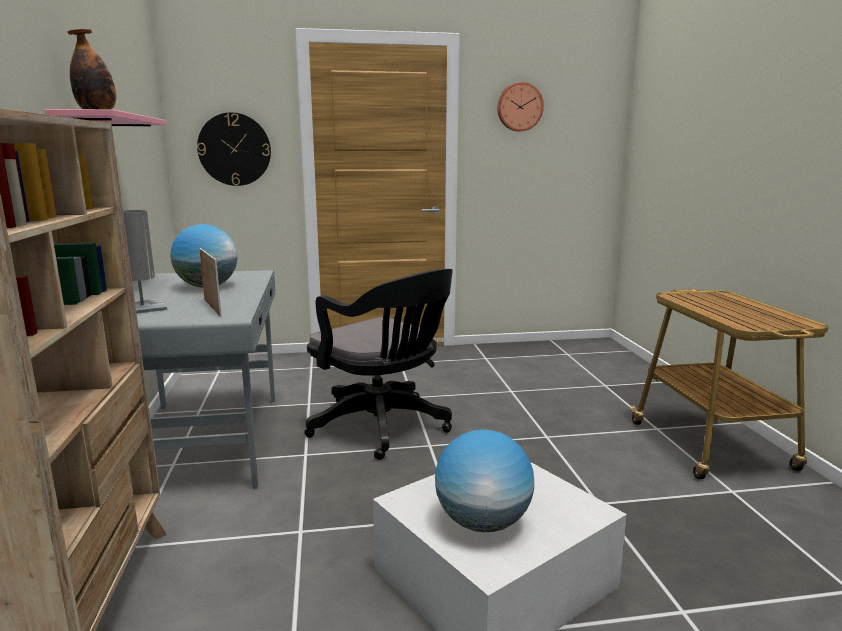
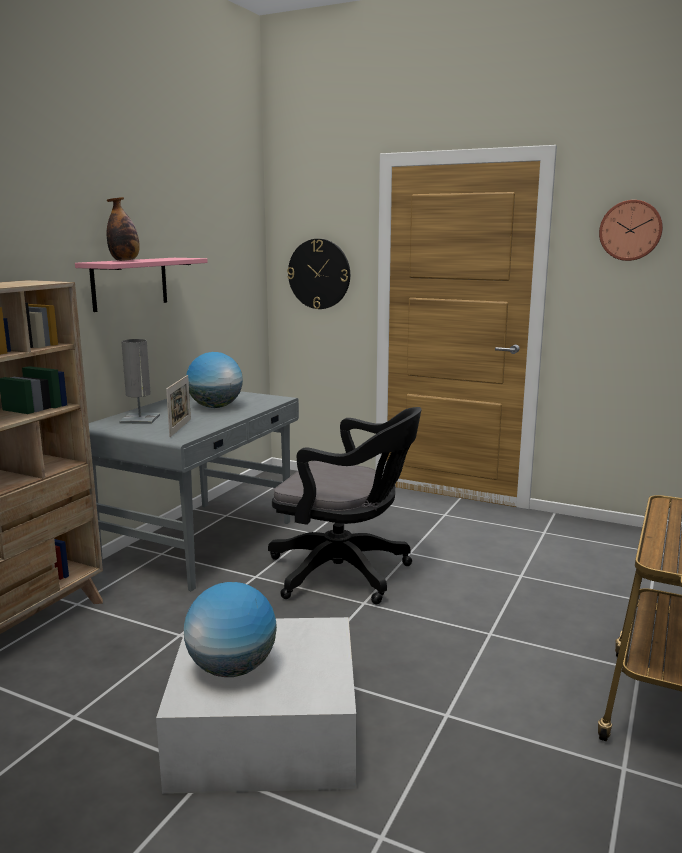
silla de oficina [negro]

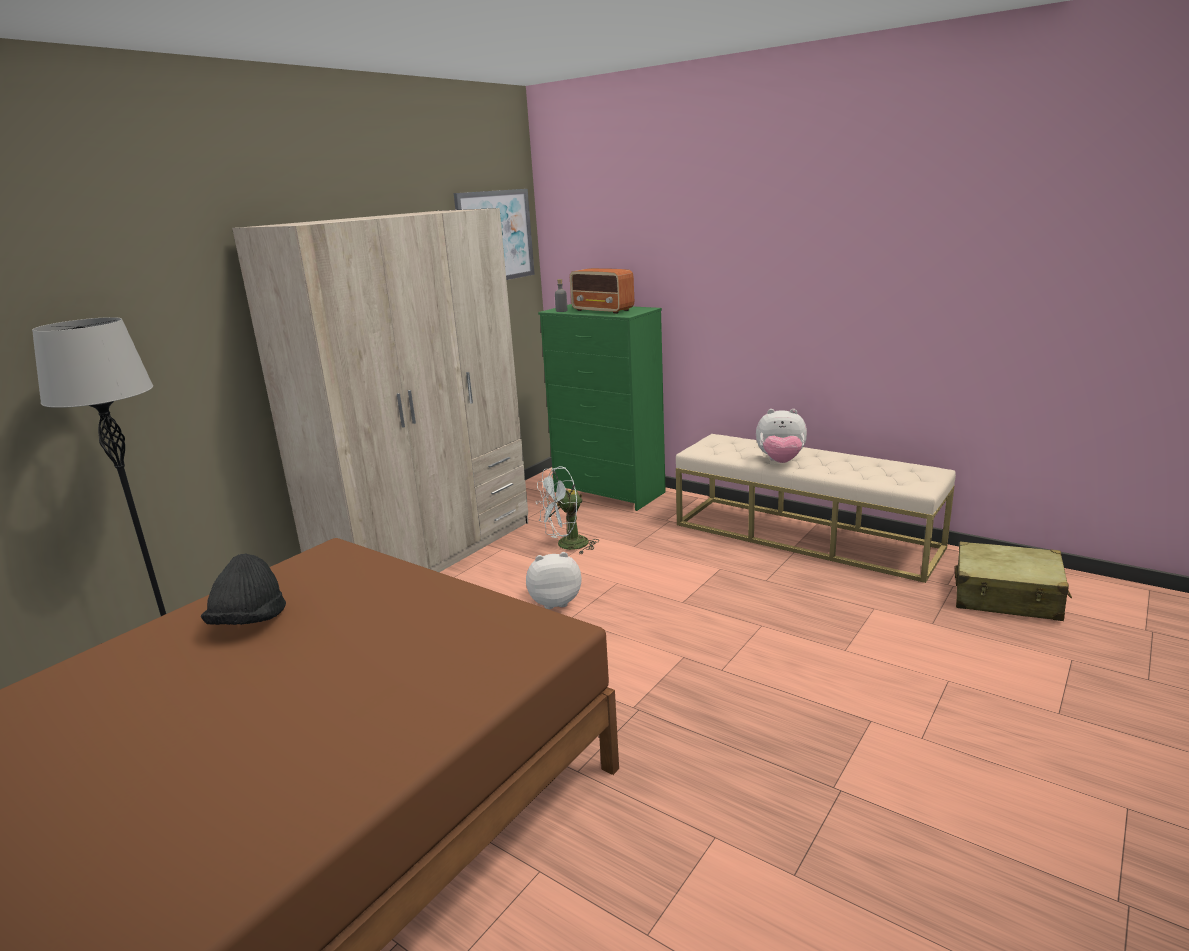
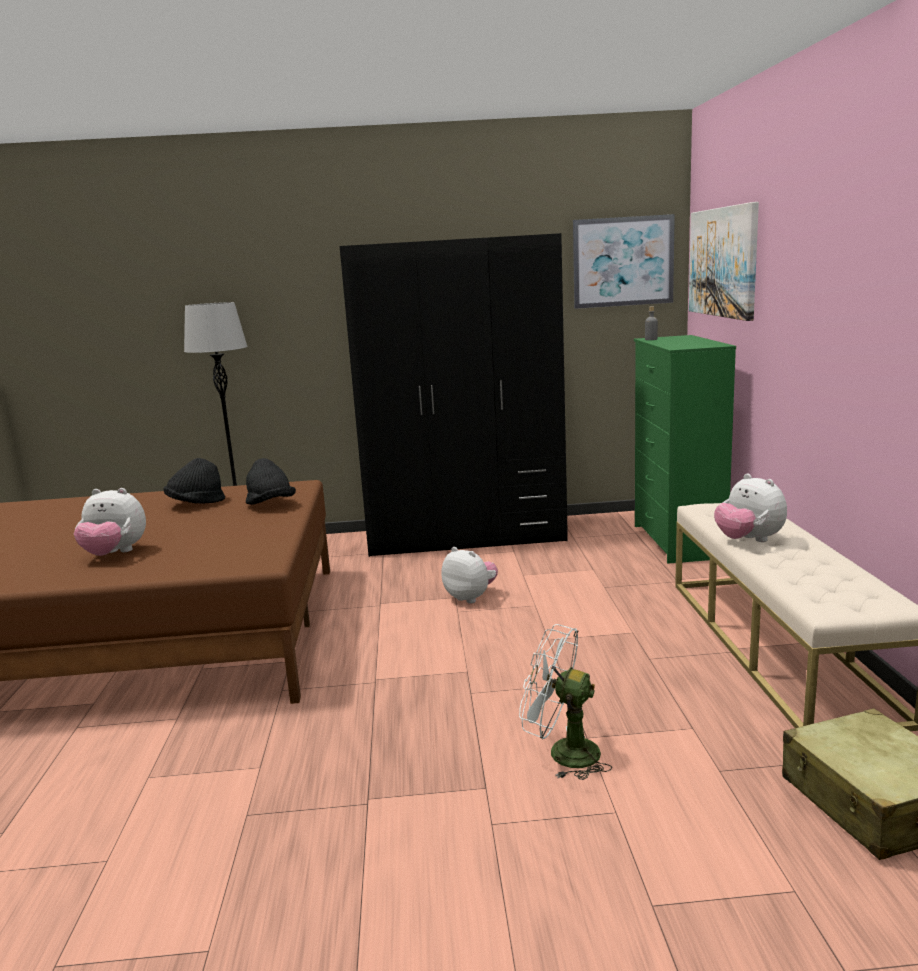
armario ropero [negro]; radio; ventilador [blanco]; cuadro (2nd from left); sombrero [negro] (2nd from left); peluche (1st from left)

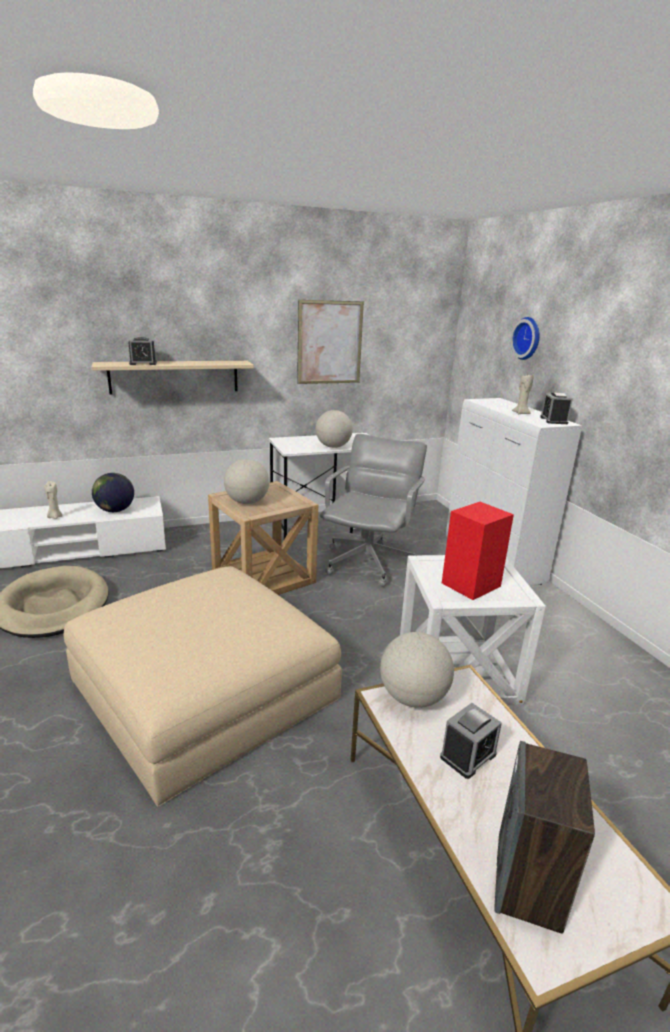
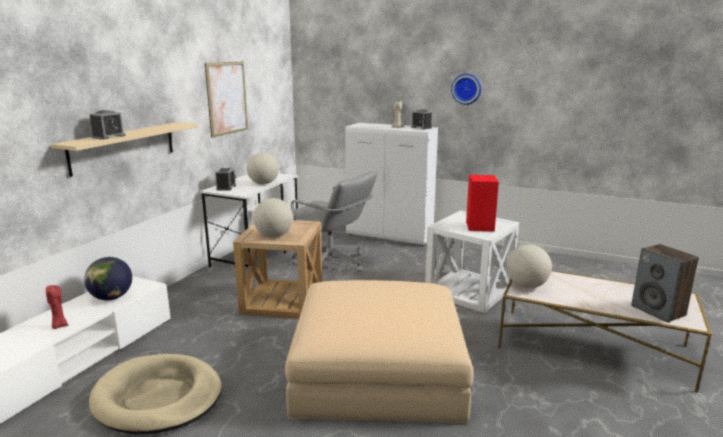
reloj de pared; silla de oficina [gris]; vela [rojo]; despertador (2nd from left)

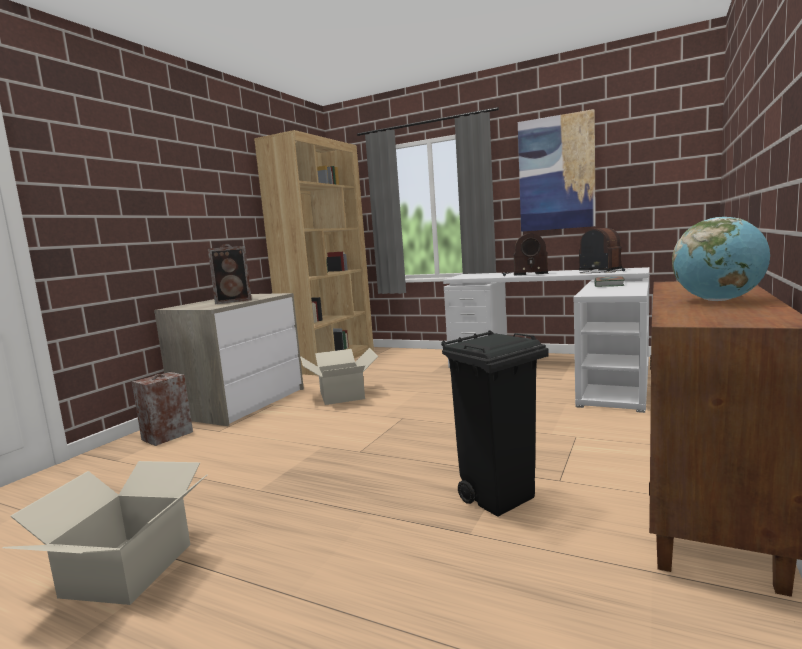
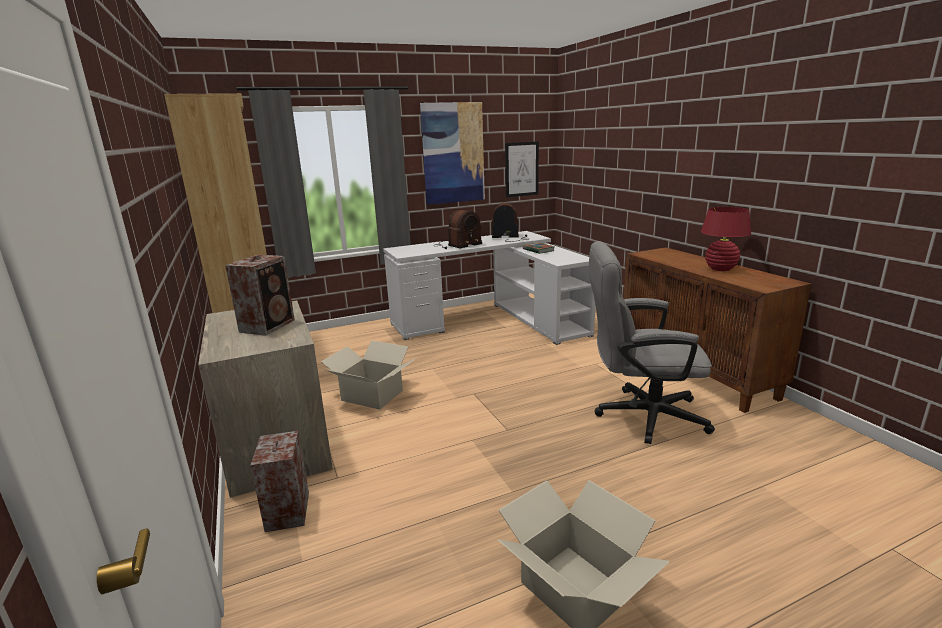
lámpara de mesa [rojo]; silla de oficina [gris]; cuadro (2nd from left)

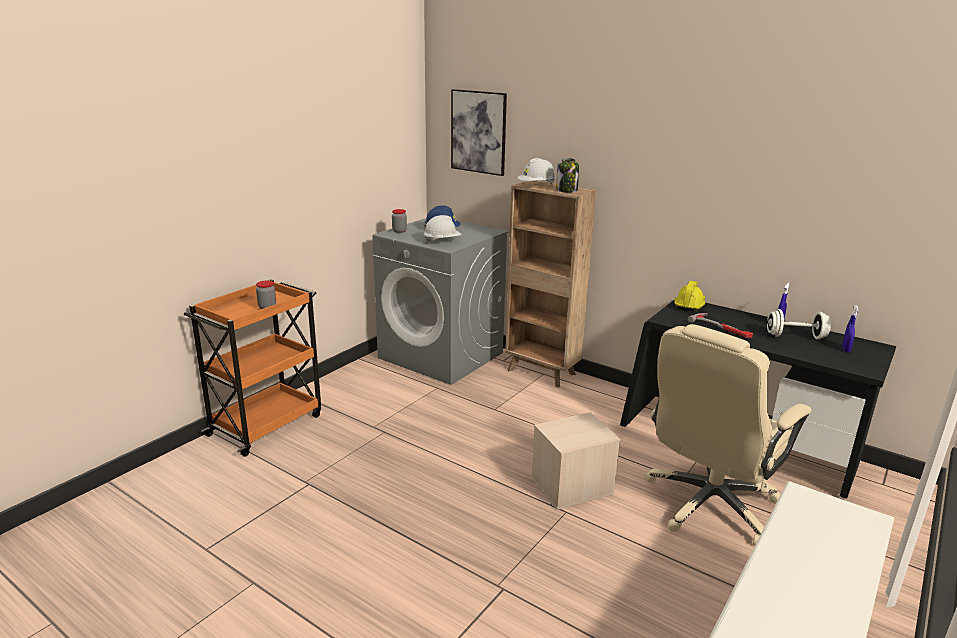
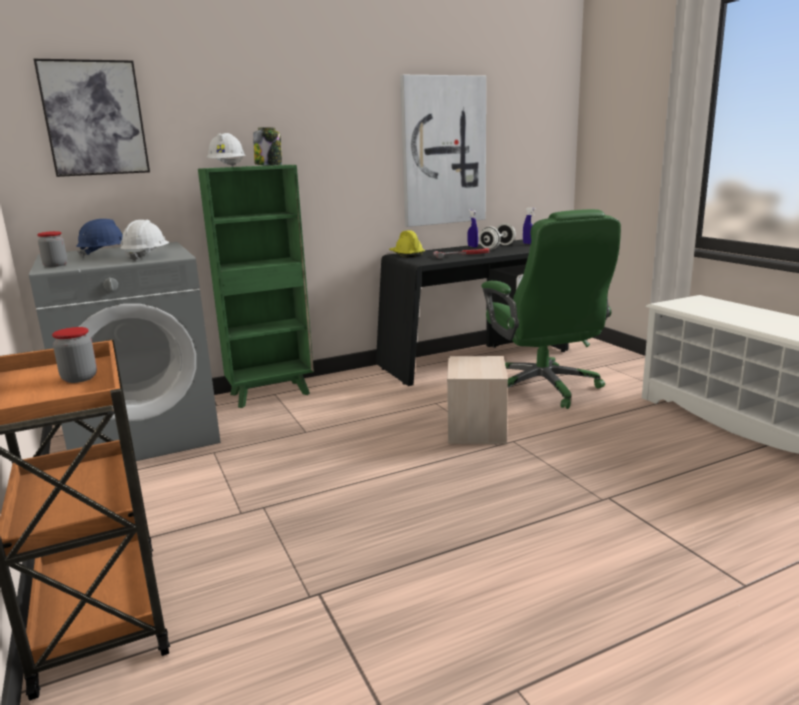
estantería [verde]; silla de oficina [verde]; cuadro (2nd from left)

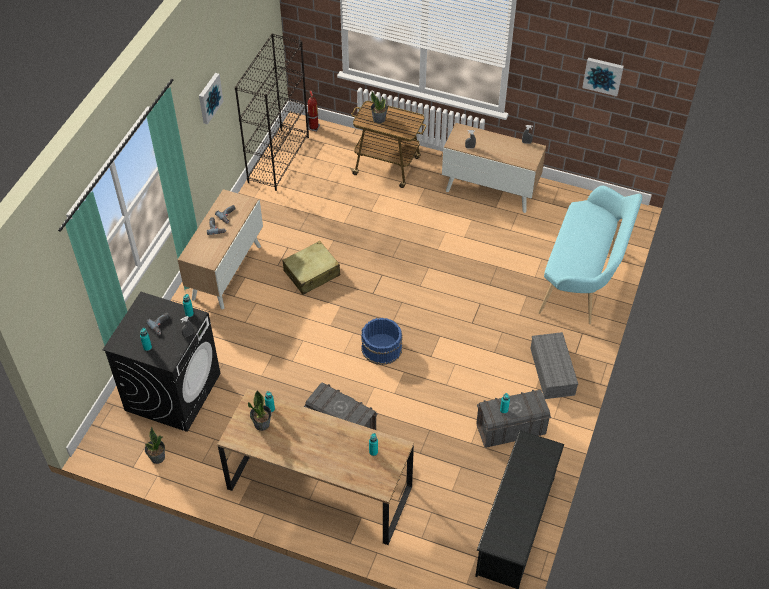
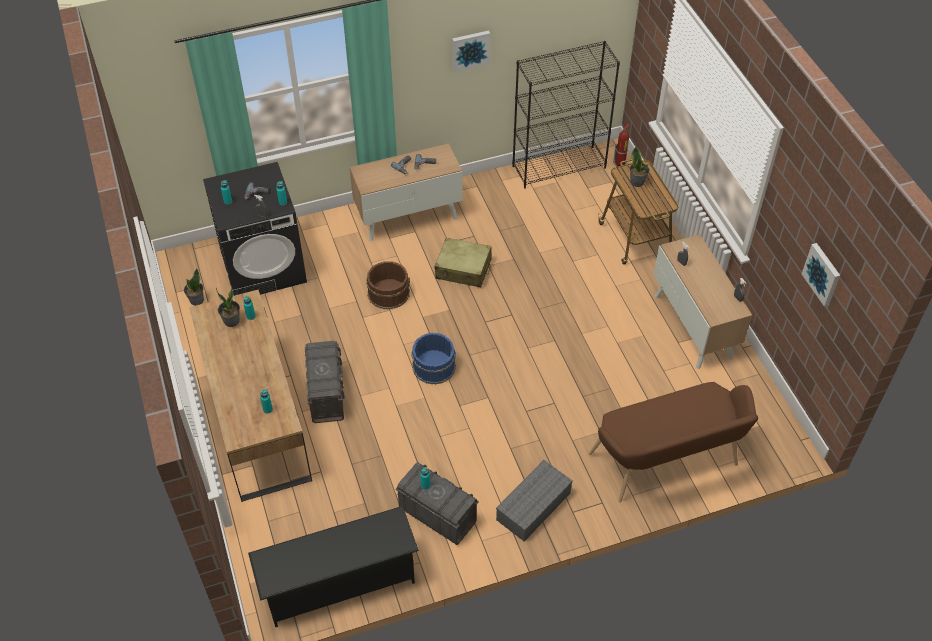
banco [marrón]; cubo [marrón]

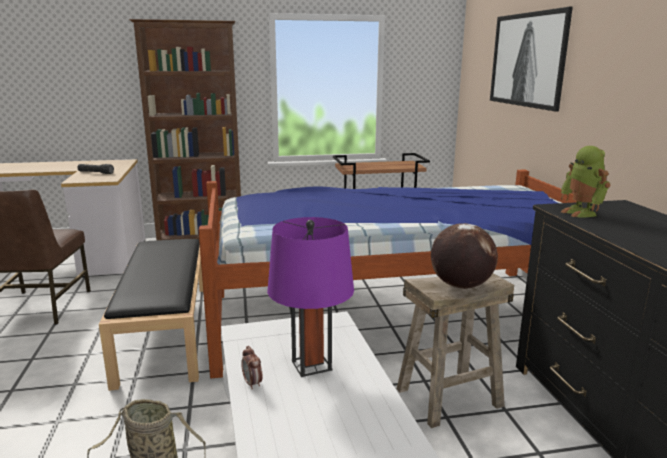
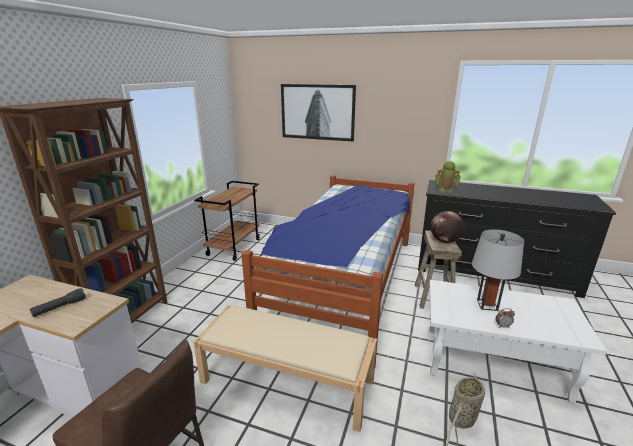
lámpara de mesa [gris]; banco [beis]

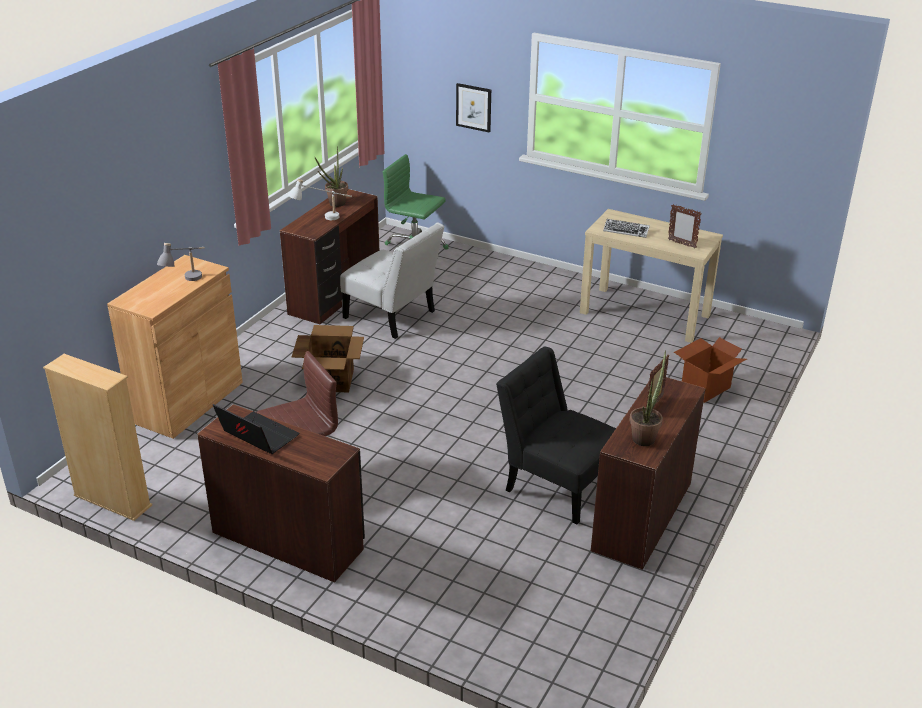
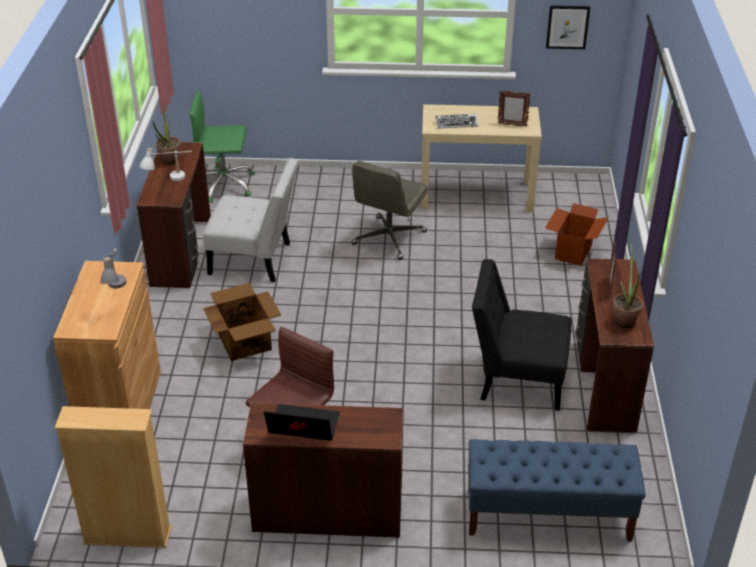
cuadro; silla de oficina [gris]; banco [azul]

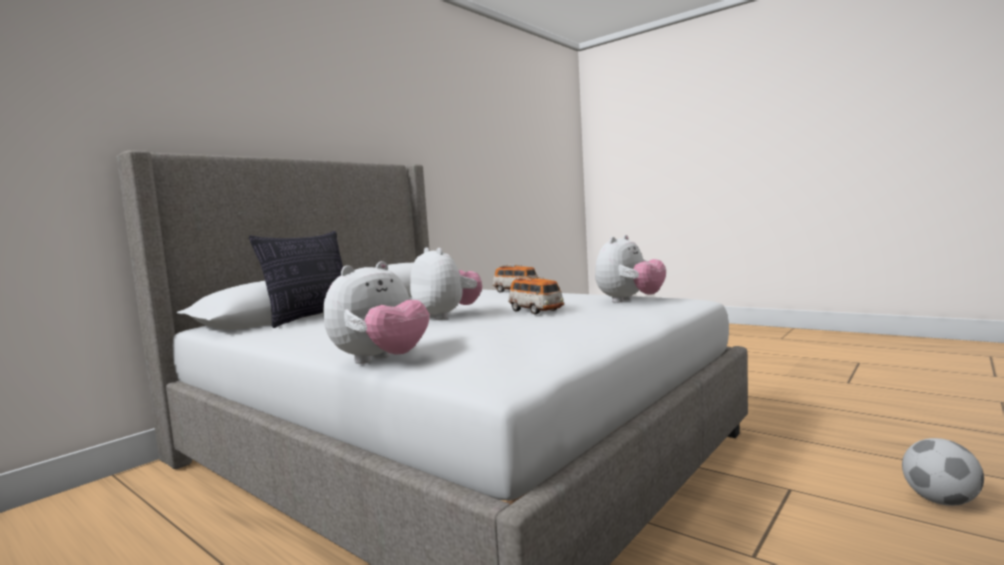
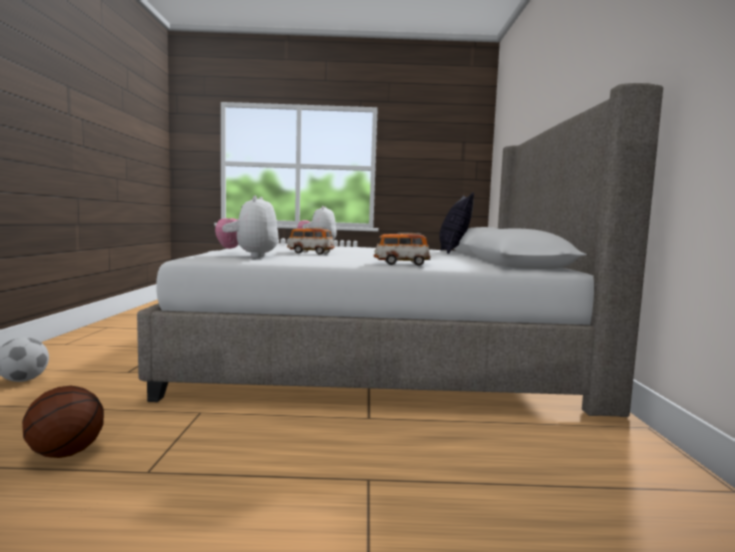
peluche (2nd from left in the first image); balón de baloncesto

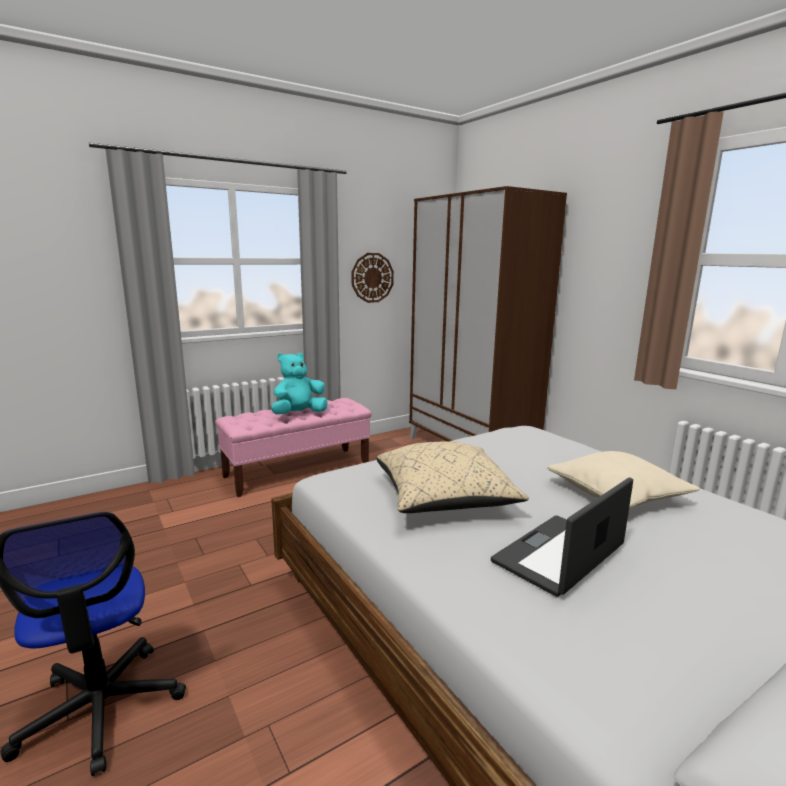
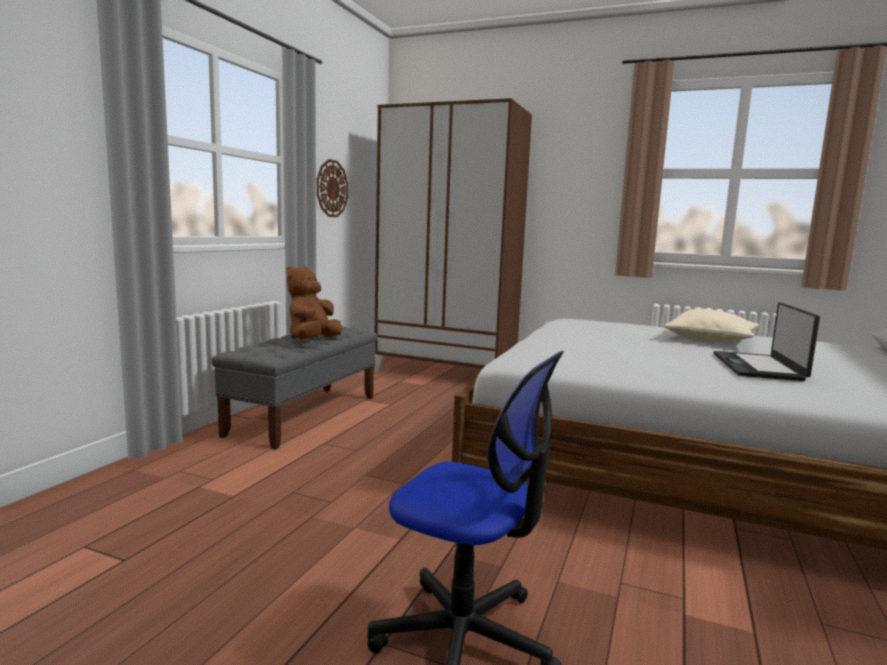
peluche [marrón]; banco [gris]; cojín [beis] (1st from left in the first image)

